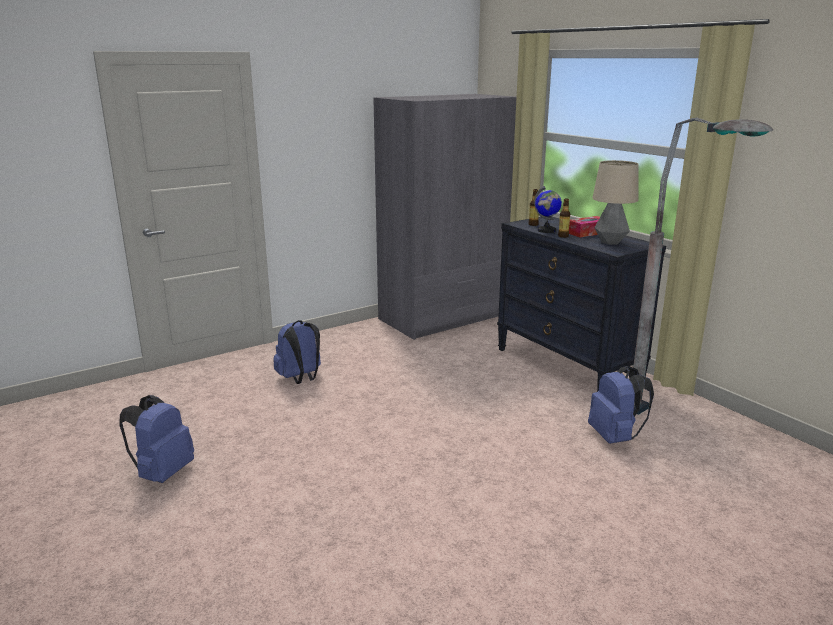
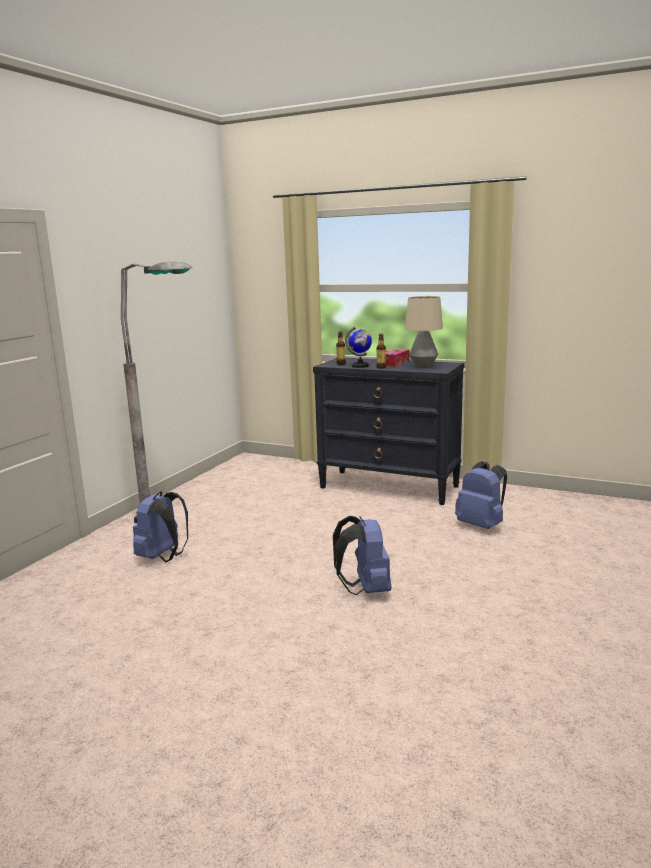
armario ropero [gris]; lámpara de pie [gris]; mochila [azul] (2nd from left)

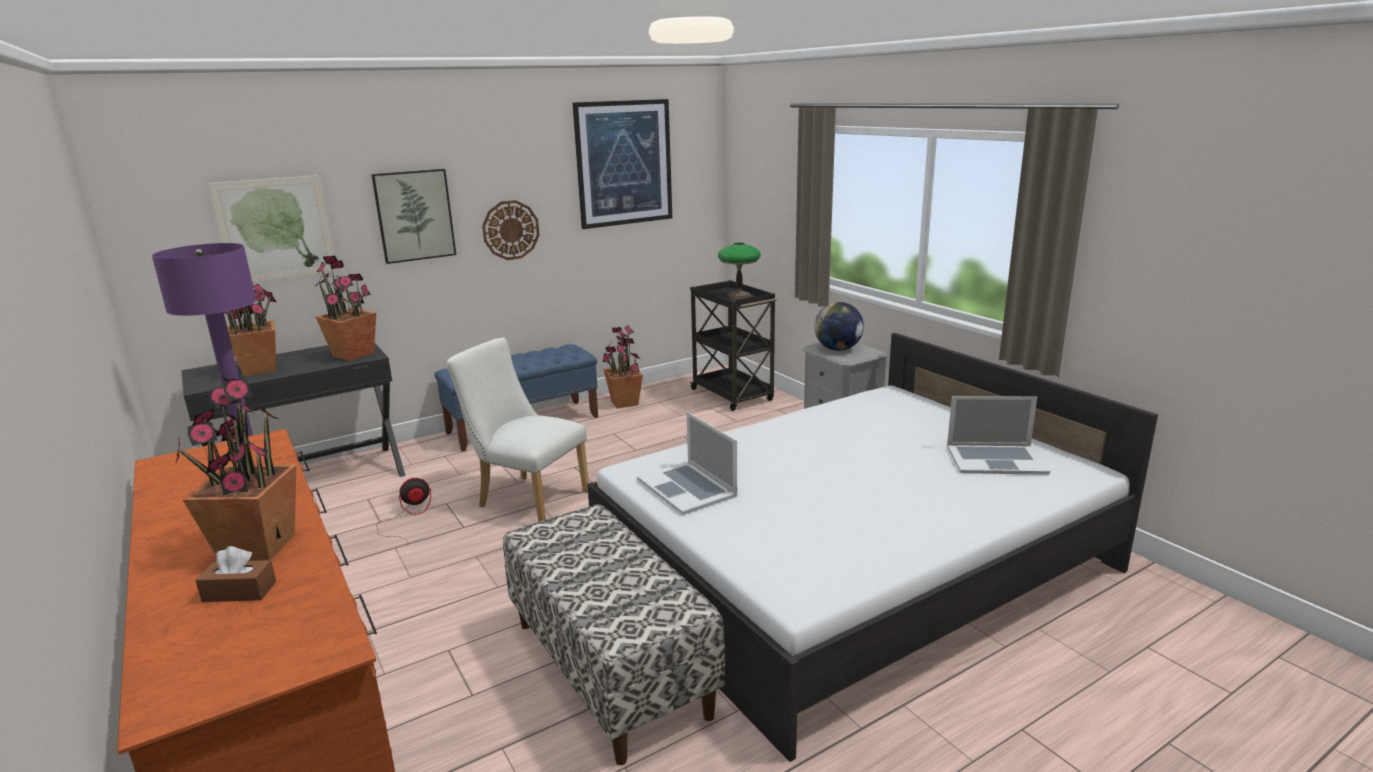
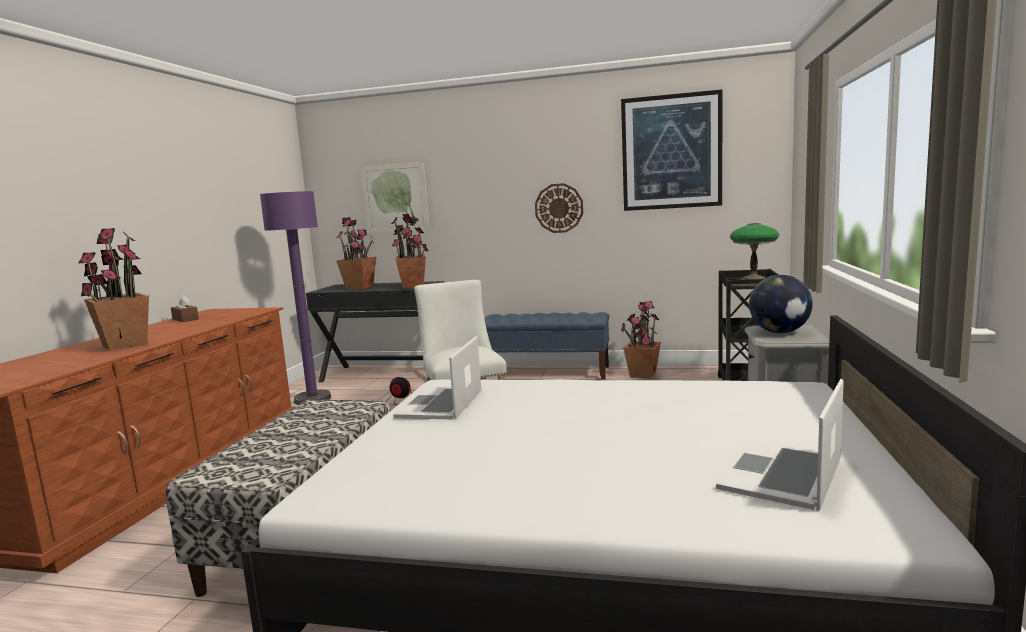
cuadro (2nd from left in the first image); portátil (2nd from left); caja de pañuelos [marrón]

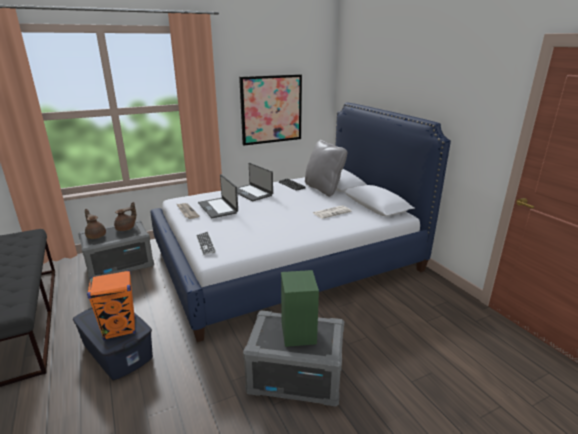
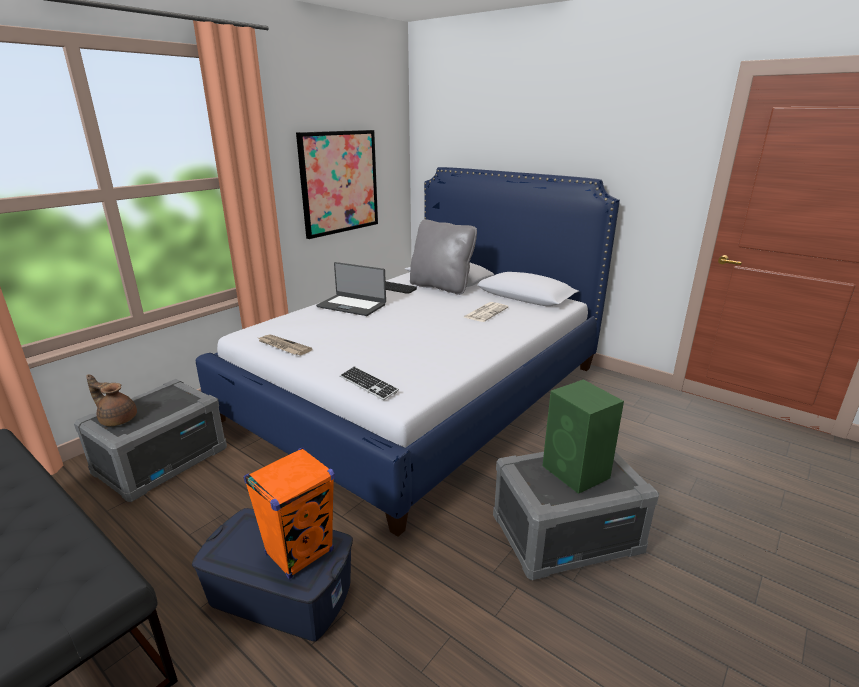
portátil (1st from left in the first image); tetera [marrón] (2nd from left in the first image)

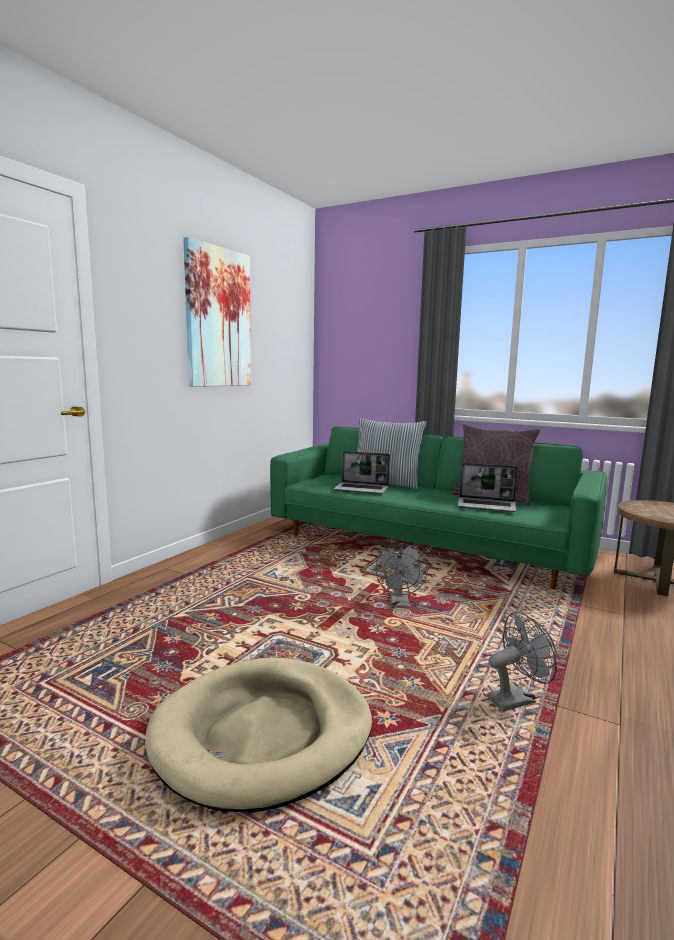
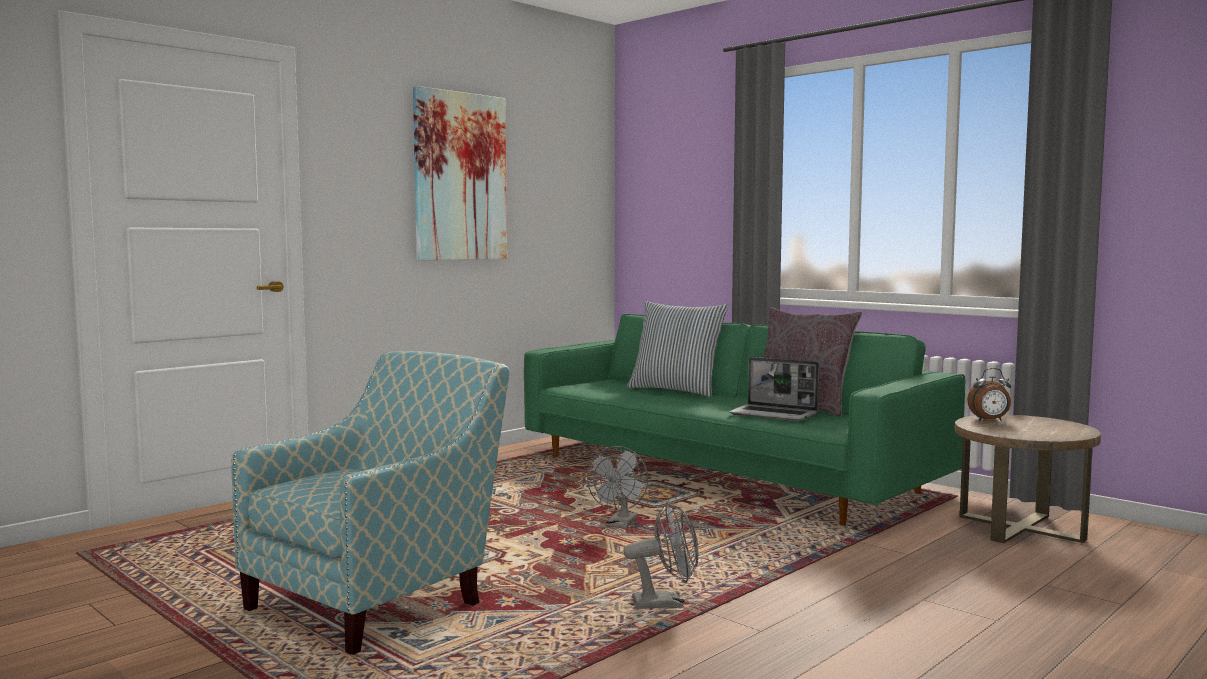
portátil (1st from left in the first image); sillón; despertador

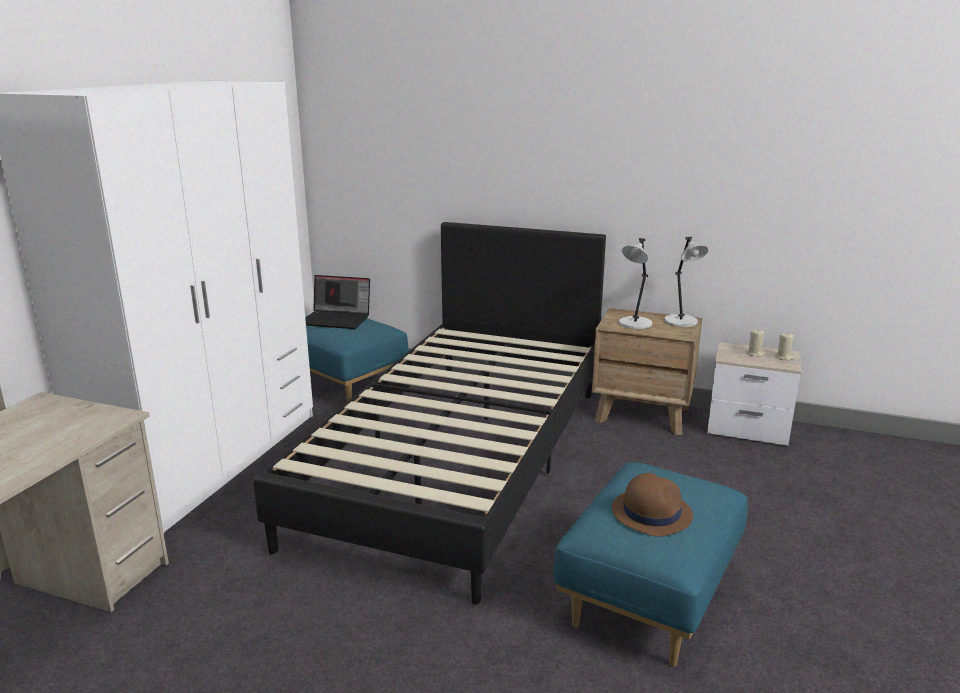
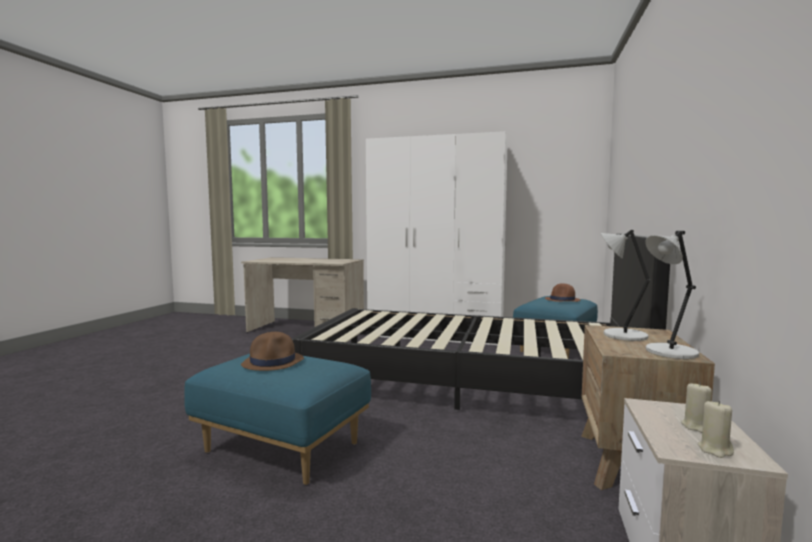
sombrero [marrón] (2nd from left)

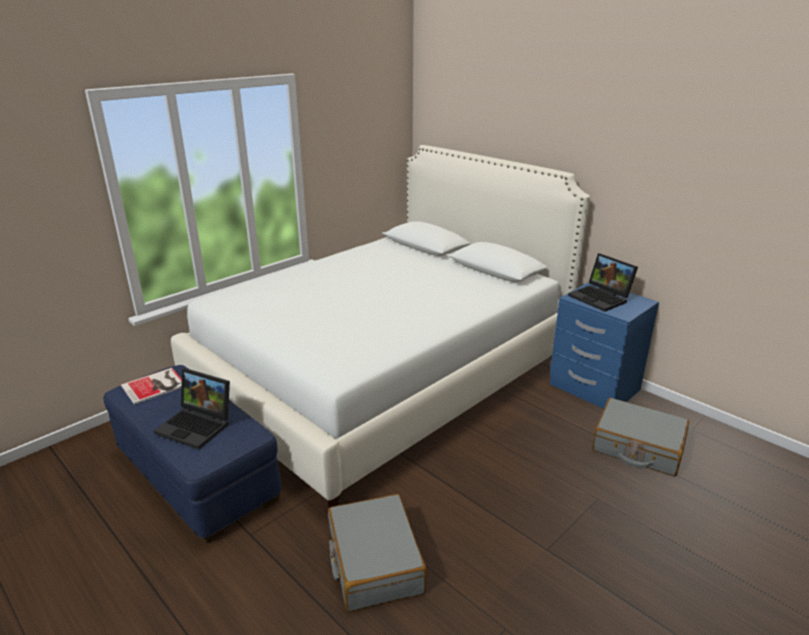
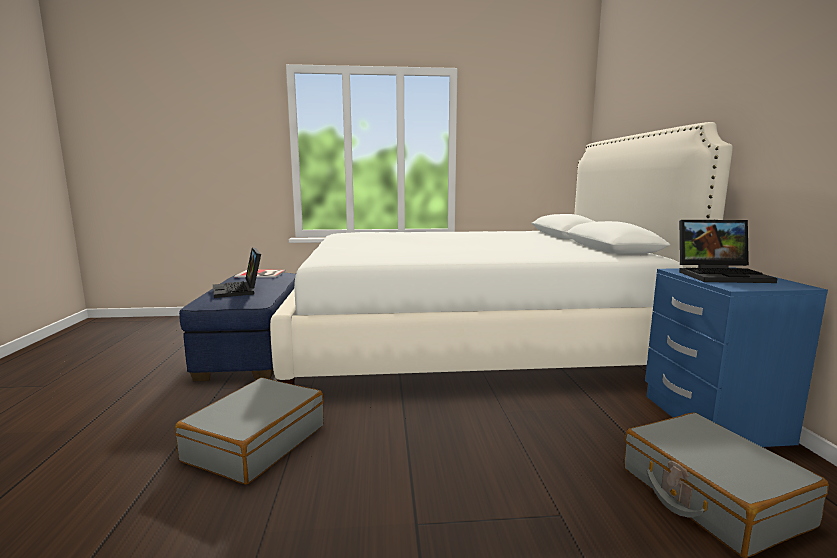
portátil (2nd from left)

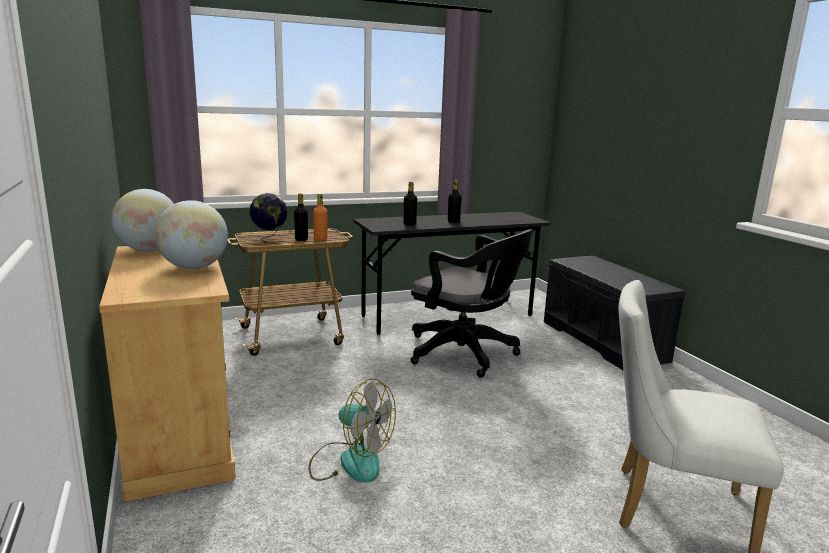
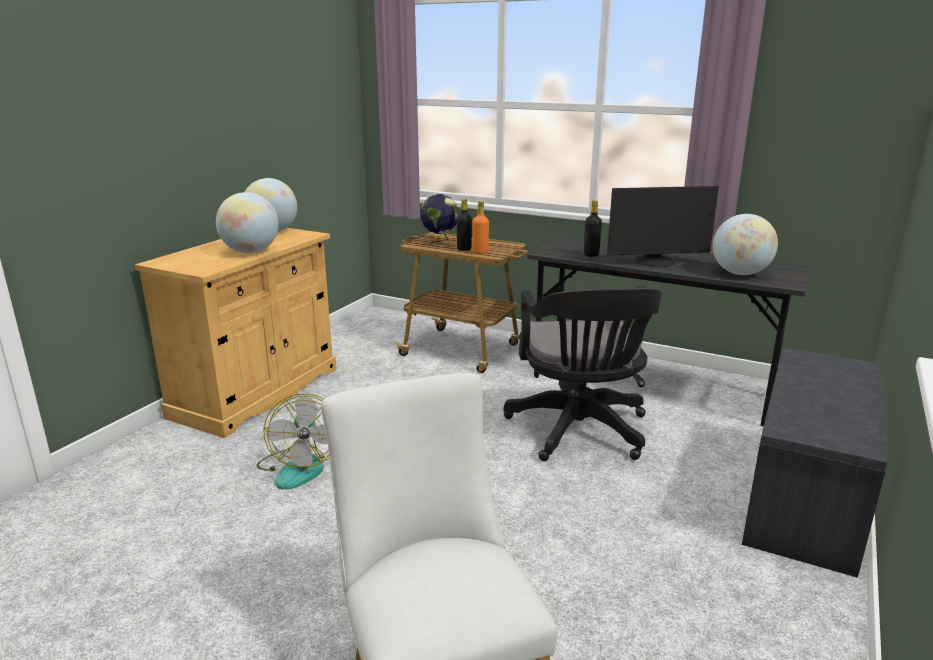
monitor; globo terráqueo (4th from left)

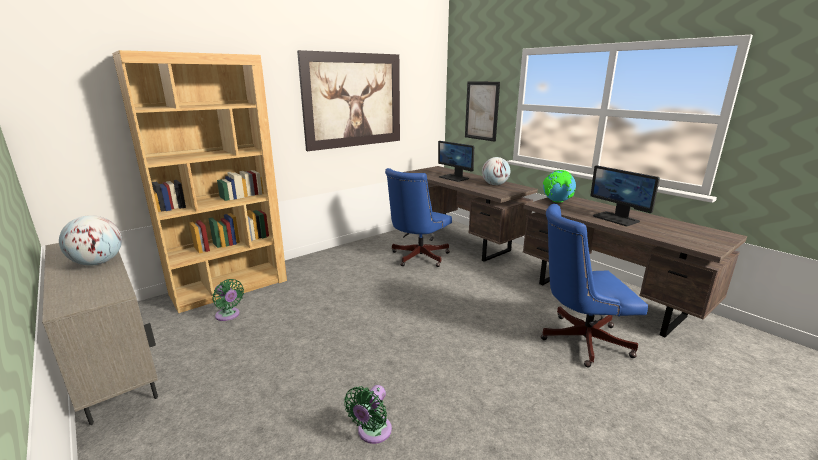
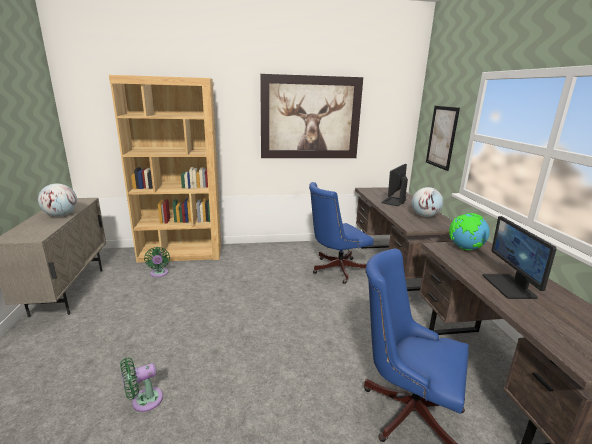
monitor (1st from left)

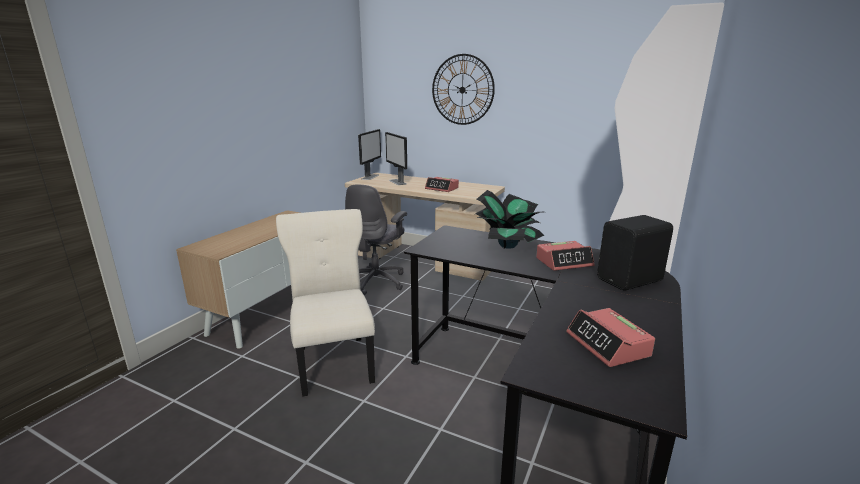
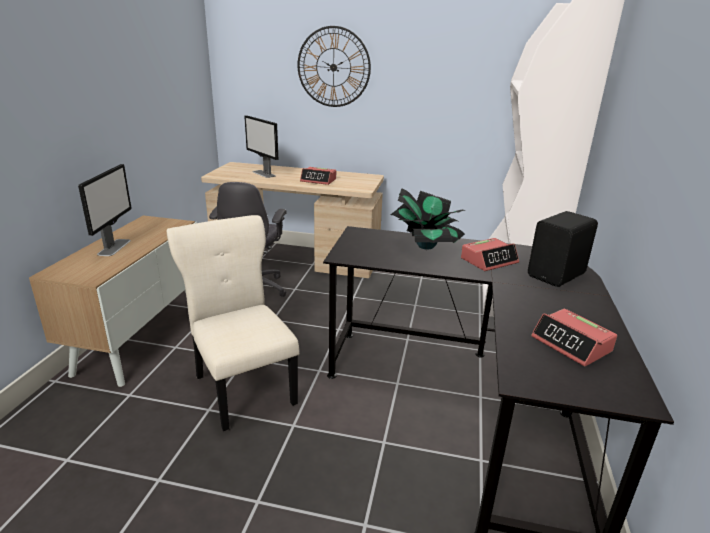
monitor (1st from left)

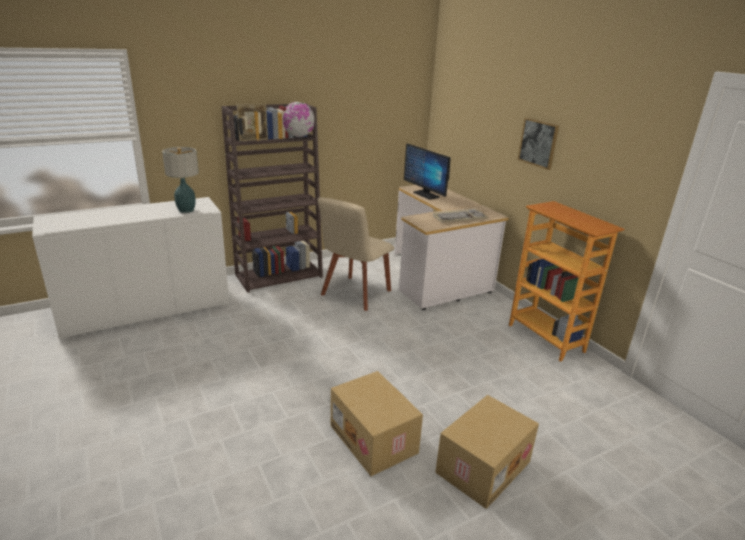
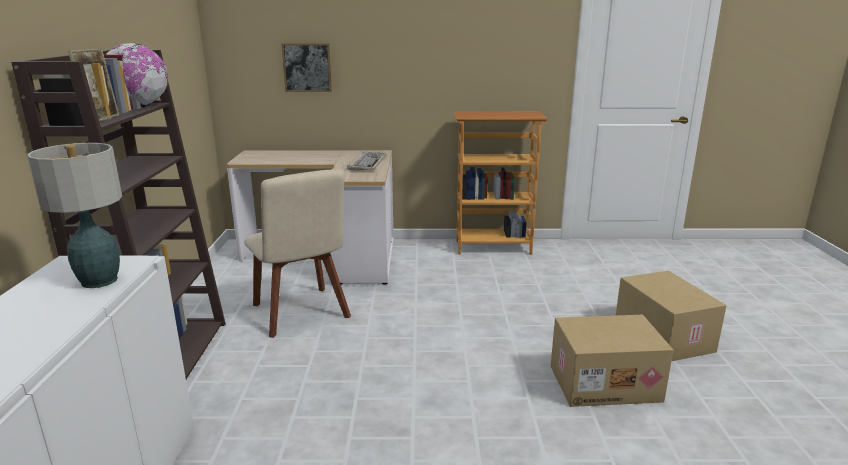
cuadro; monitor

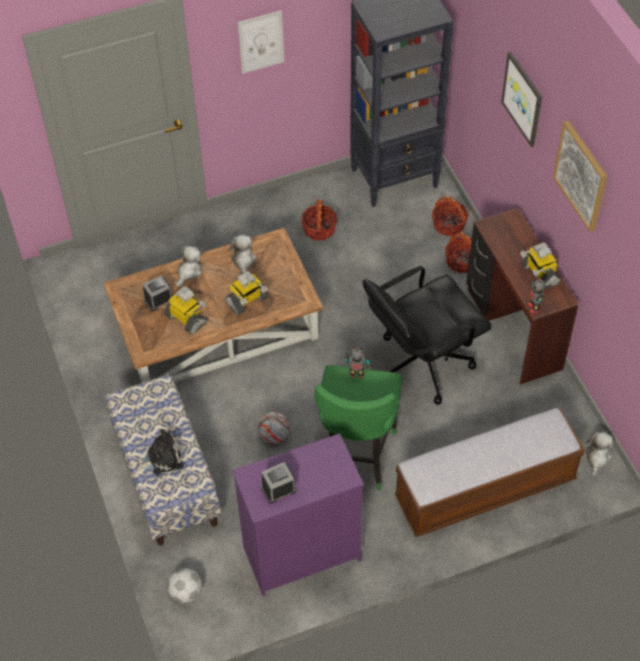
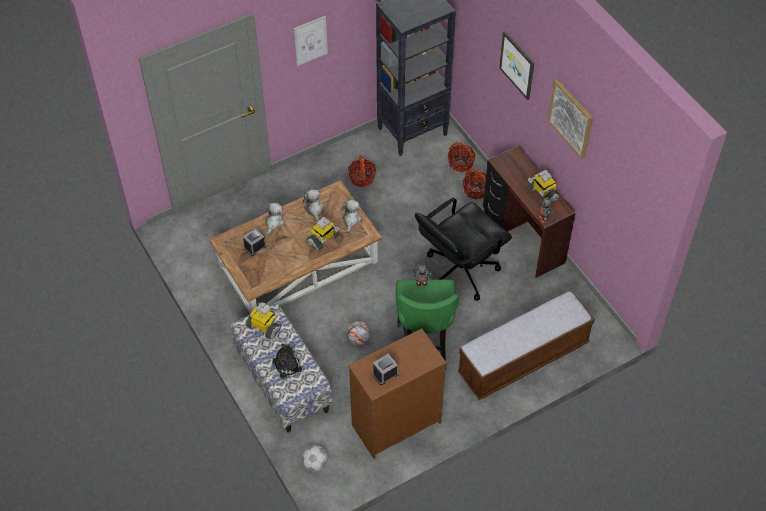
robot de juguete (1st from left); peluche (4th from left); cómoda [marrón]

